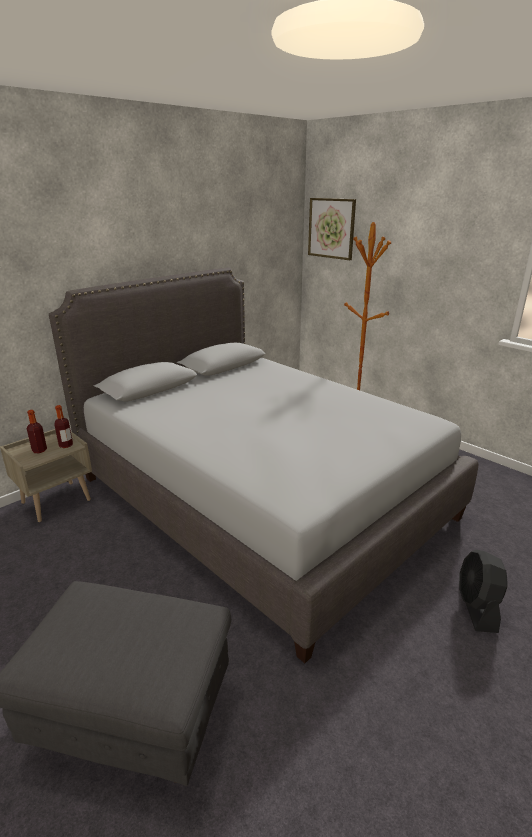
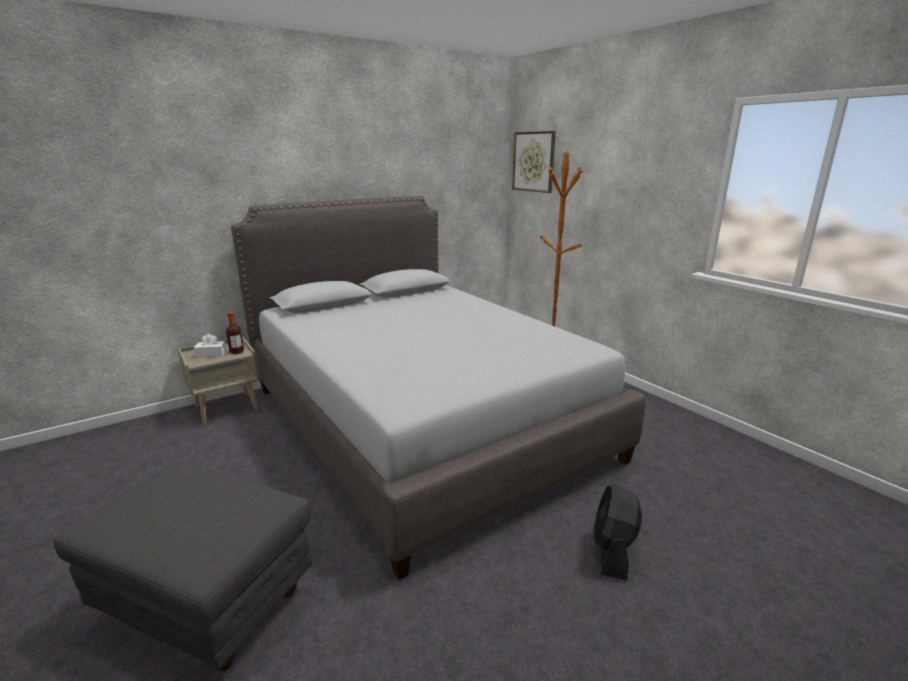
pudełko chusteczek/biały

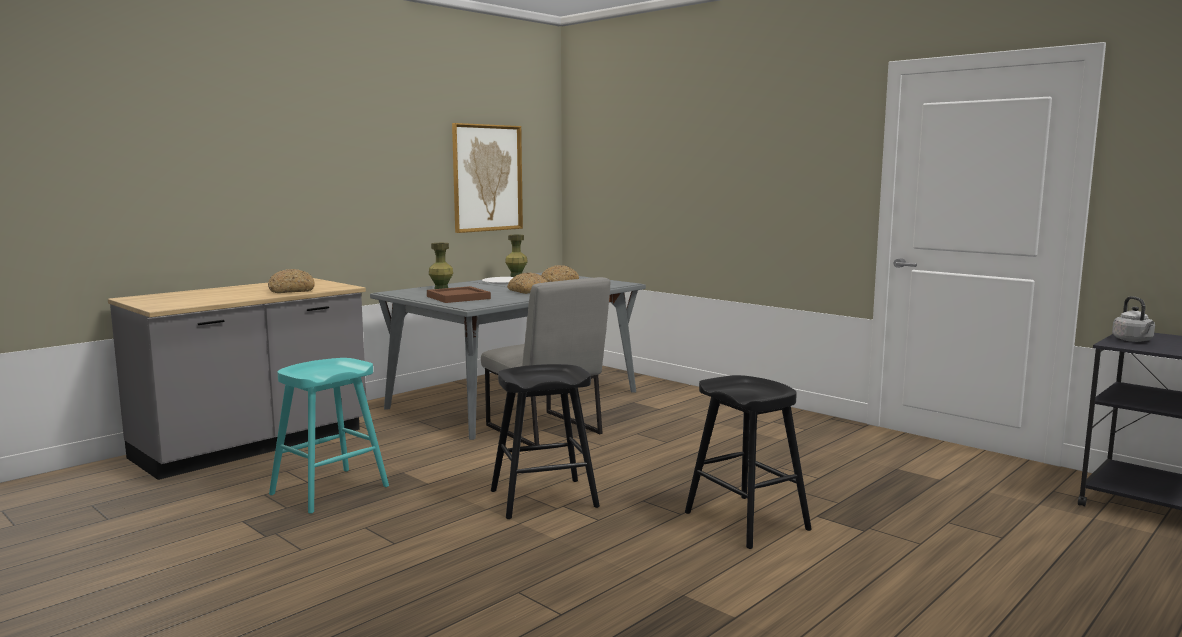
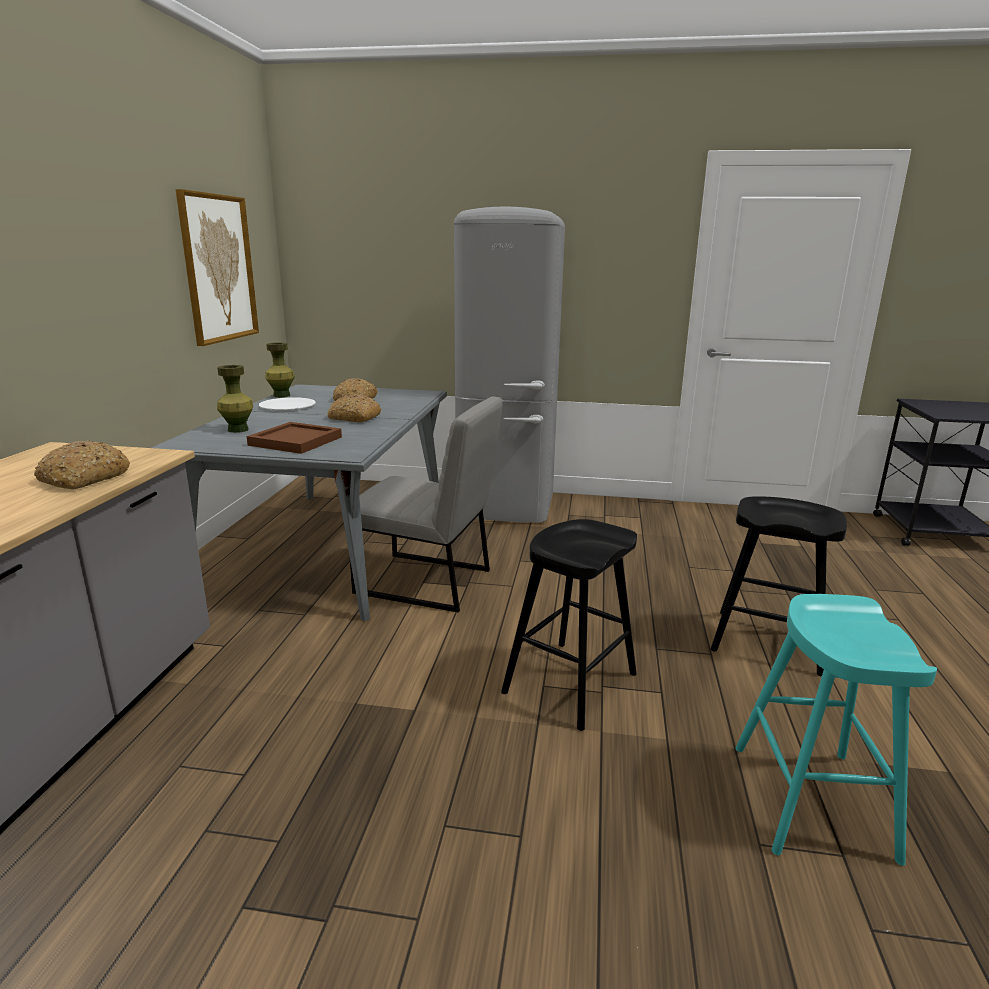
czajnik/szary
lodówka/szary
stołek/turkusowy

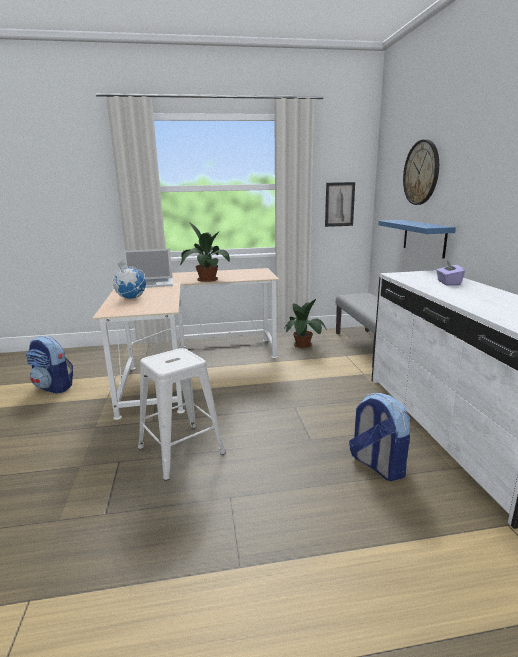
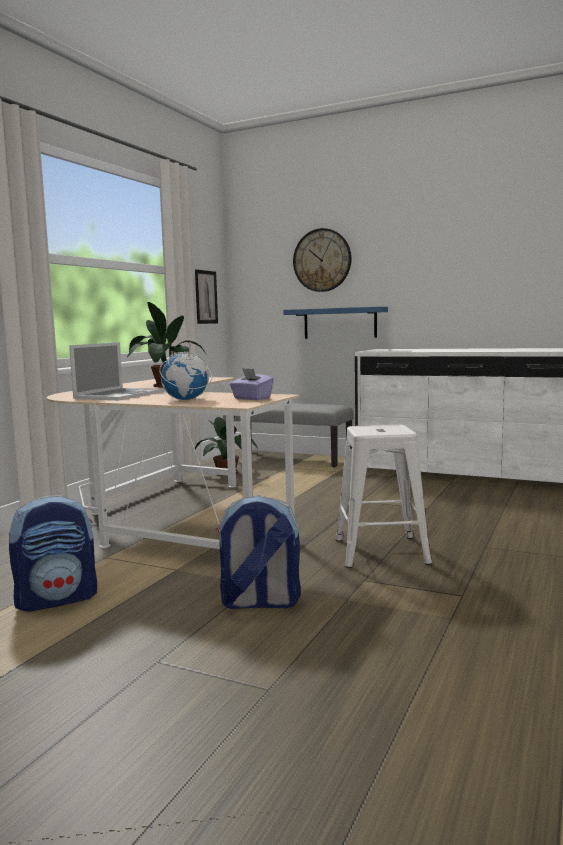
plecak (2nd from left)
pudełko chusteczek/fioletowy

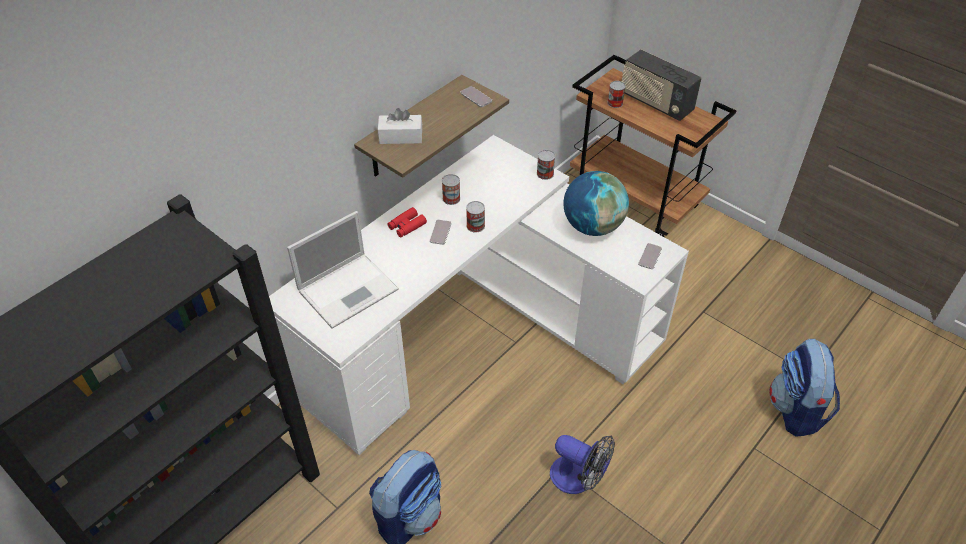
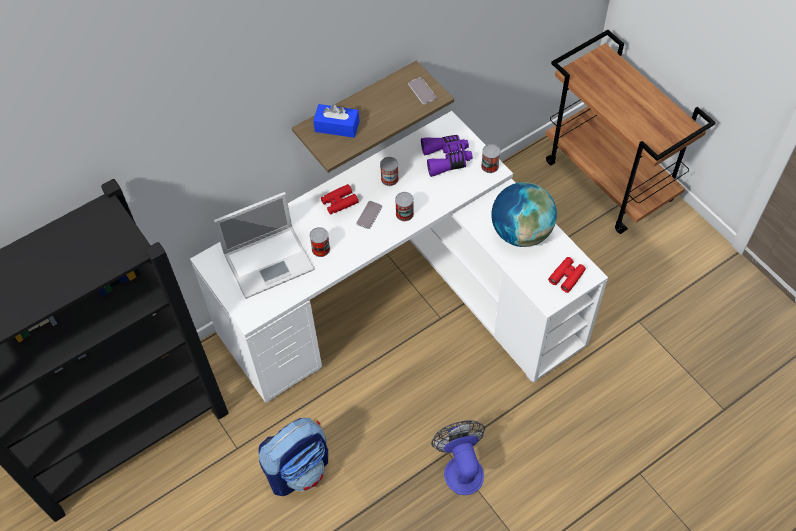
radio
plecak (2nd from left in the first image)
lornetka/fioletowy
puszka (1st from left)
lornetka/czerwony (2nd from left)
pudełko chusteczek/niebieski
wentylator

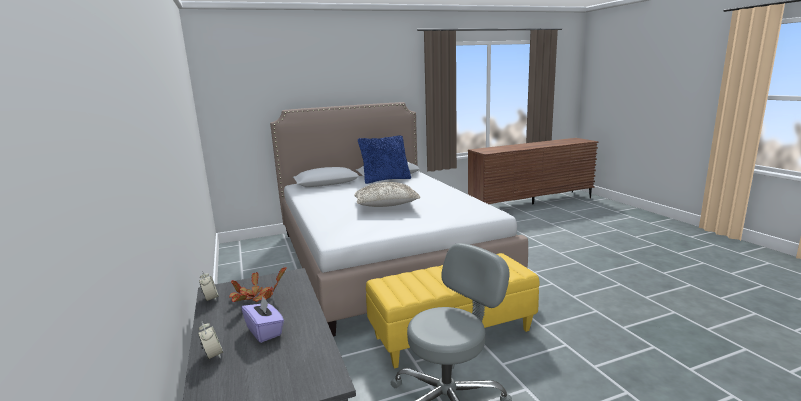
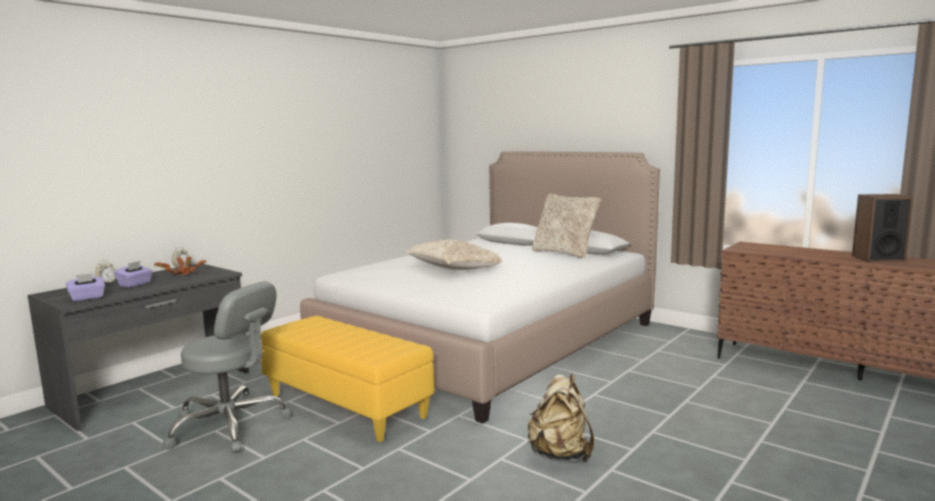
pudełko chusteczek/fioletowy (1st from left)
plecak/beżowy
głośnik
poduszka/beżowy (2nd from left)

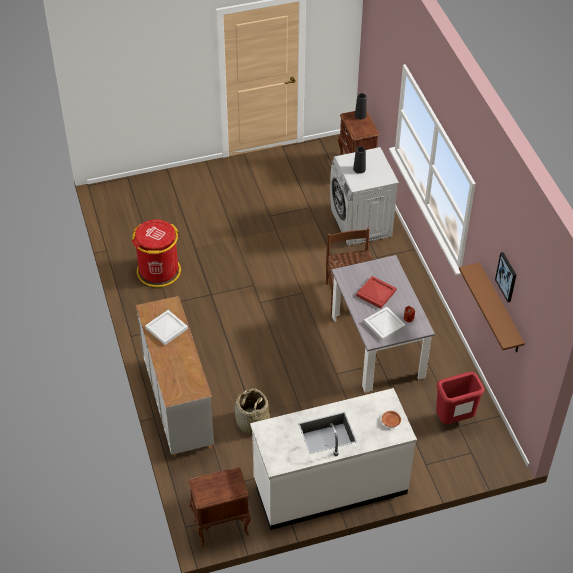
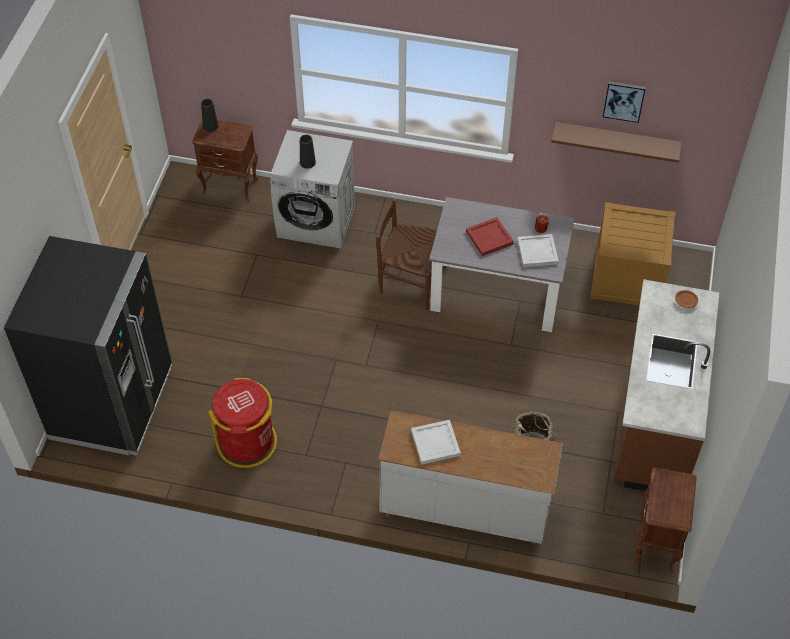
lodówka/czarny
skrzynka
zabudowa kuchenna/brązowy

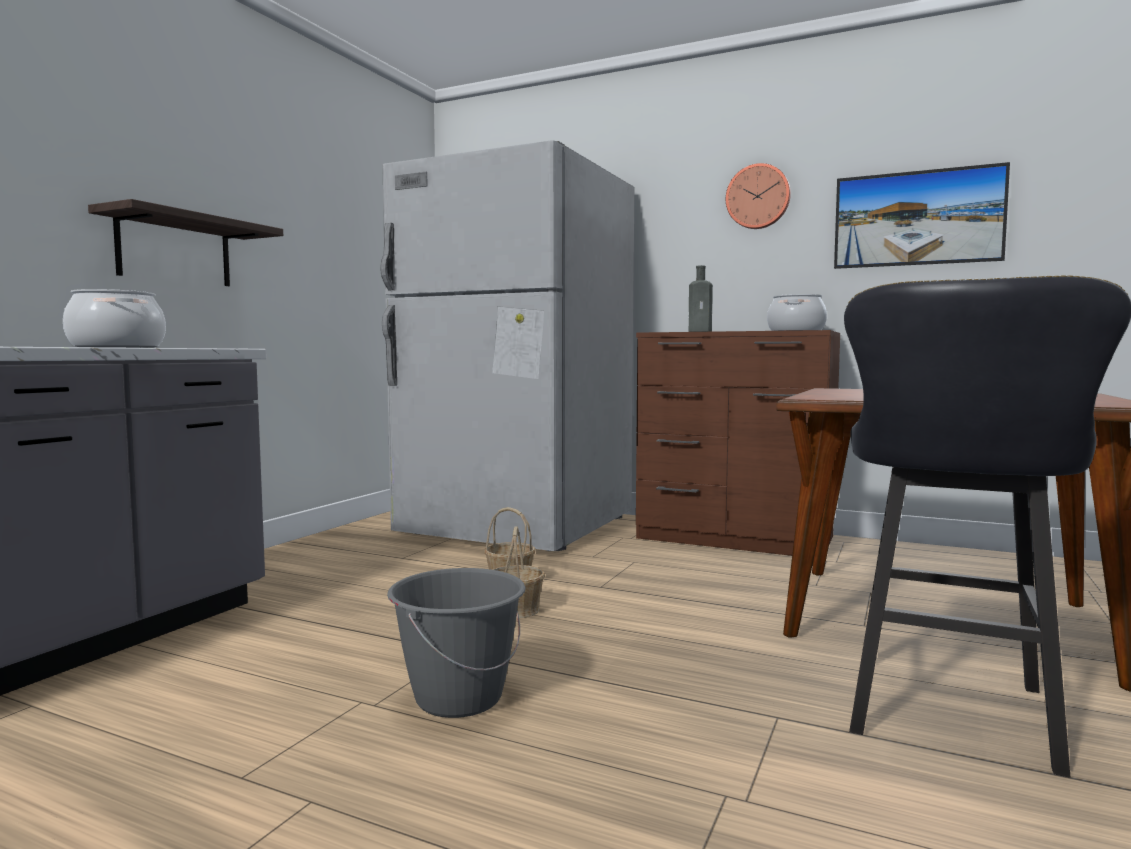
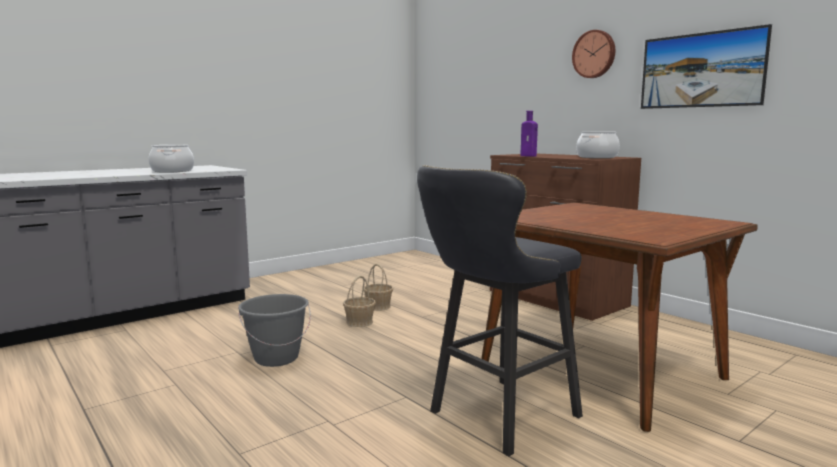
półka
lodówka/biały
butelka/fioletowy

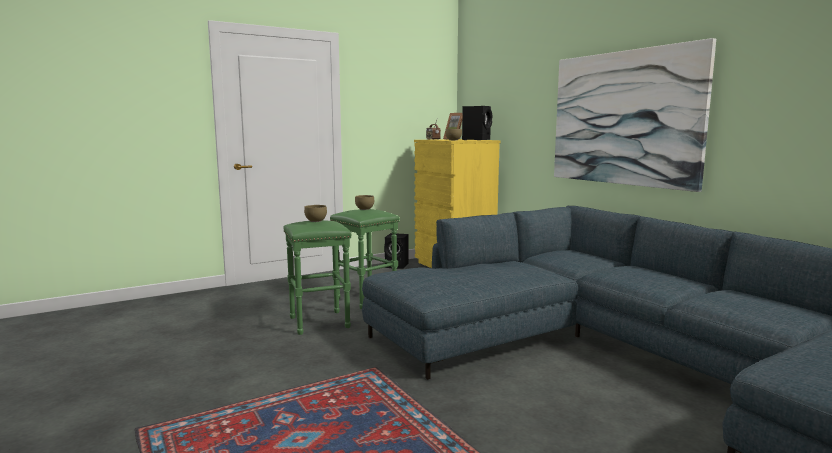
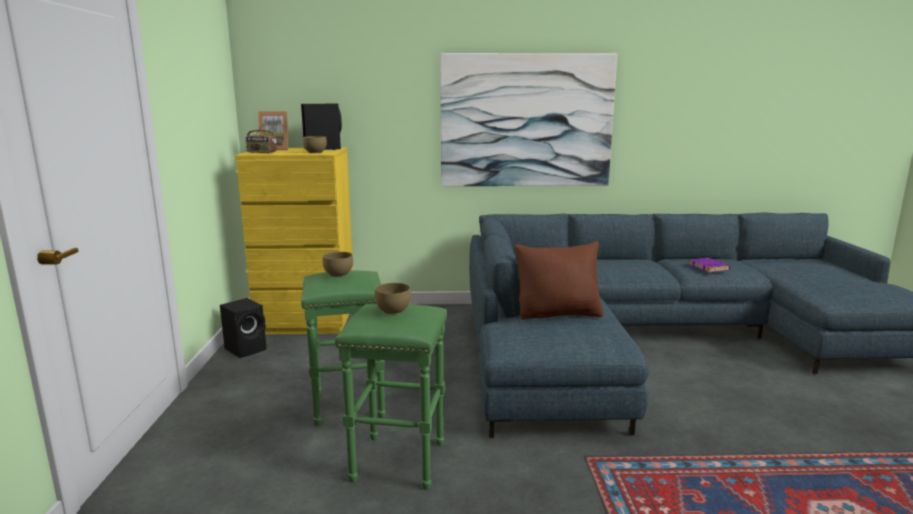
poduszka/brązowy
książka/fioletowy

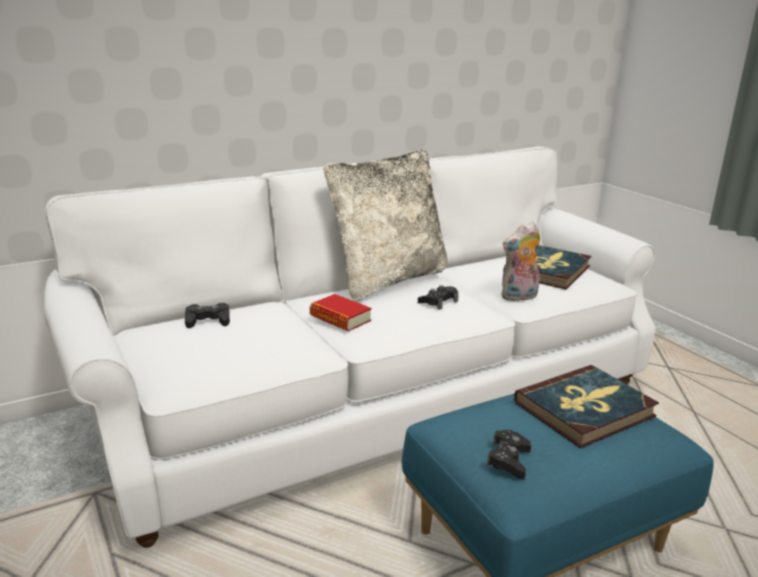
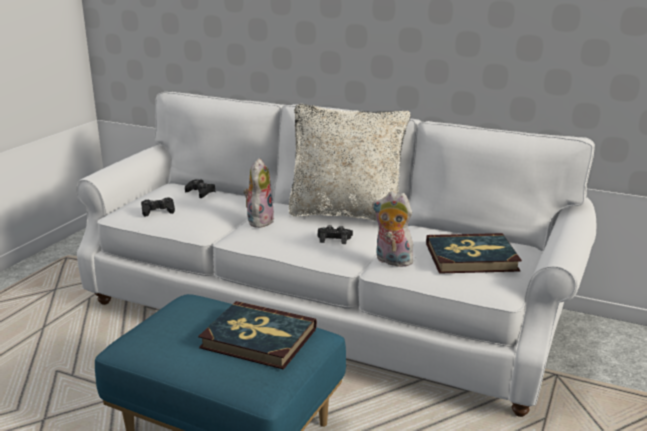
pad do gier/czarny (1st from left)
pluszak (1st from left)

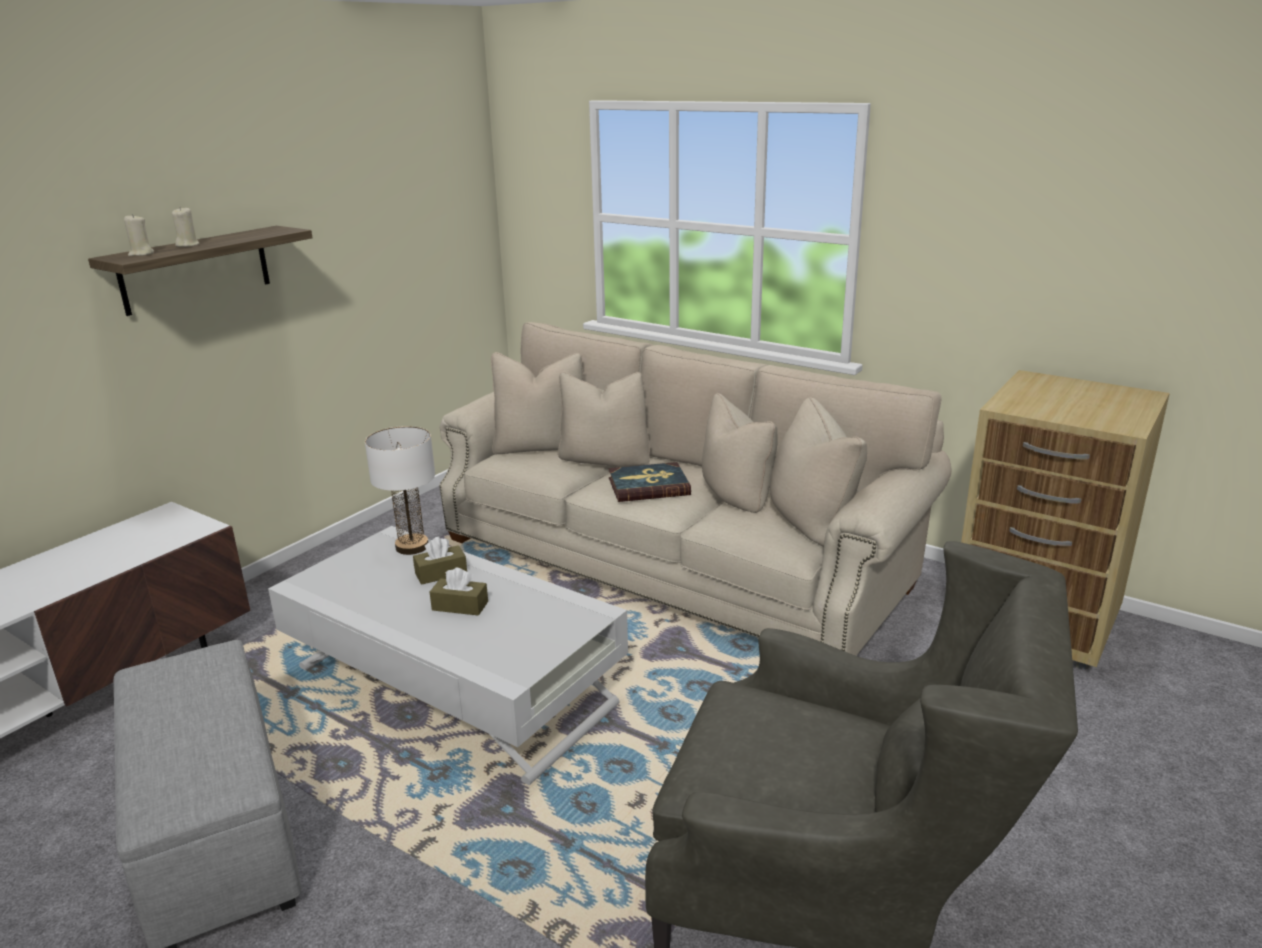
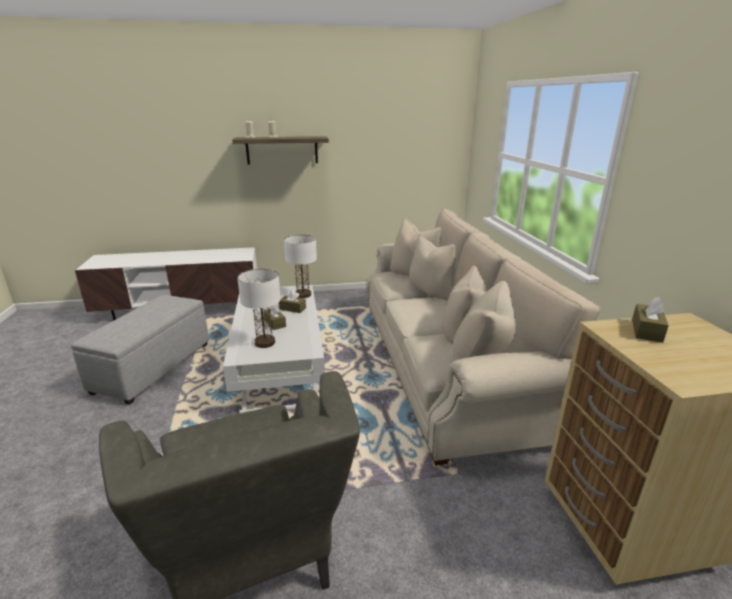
książka
lampa stołowa (1st from left)
pudełko chusteczek/brązowy (3rd from left)

